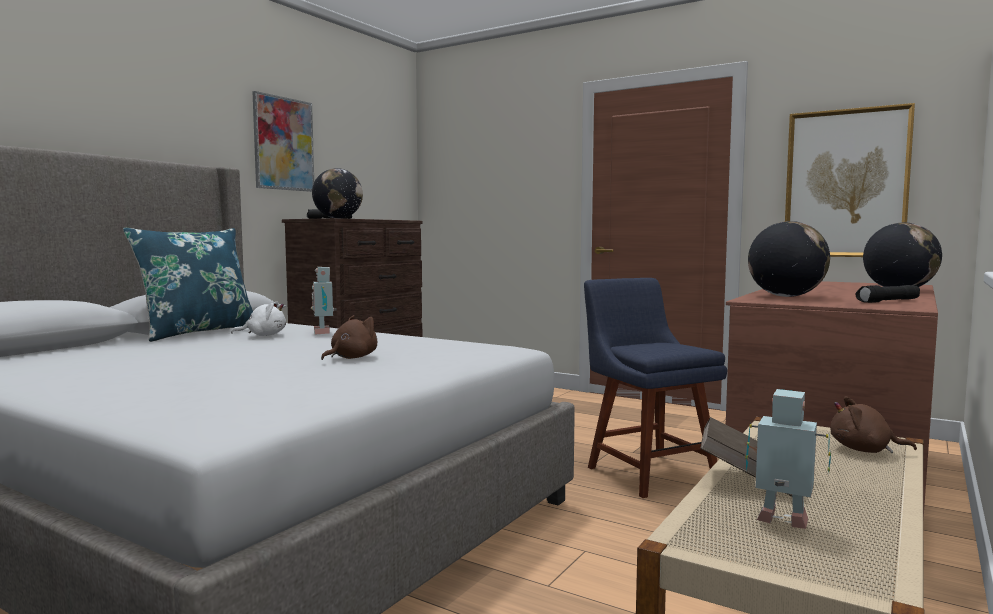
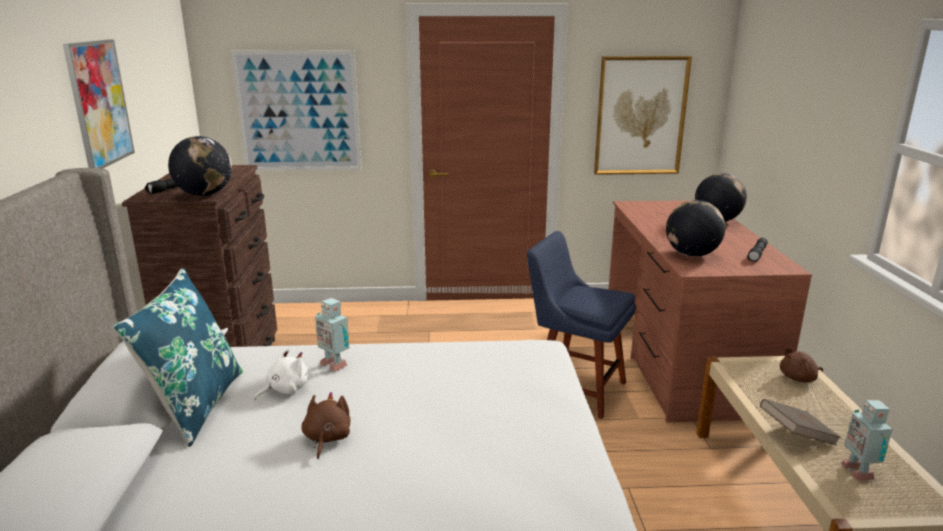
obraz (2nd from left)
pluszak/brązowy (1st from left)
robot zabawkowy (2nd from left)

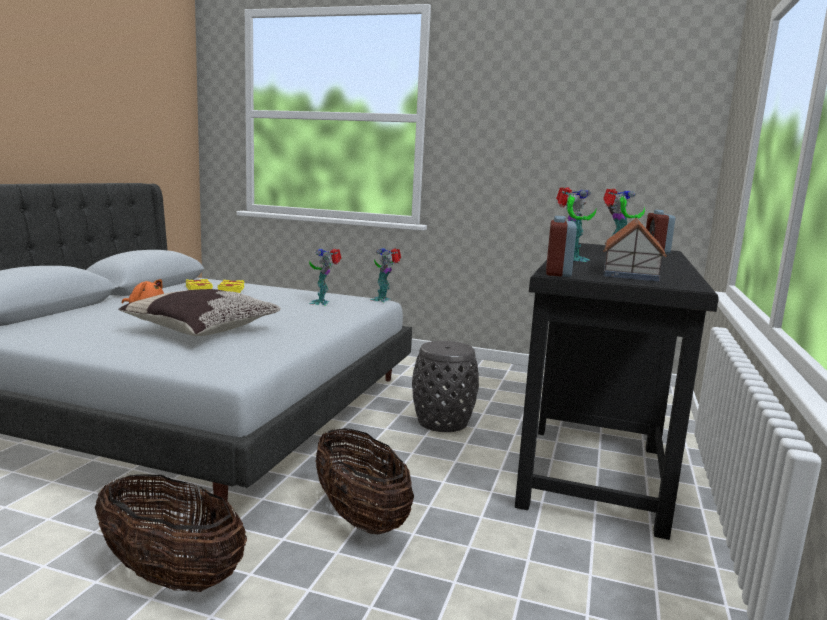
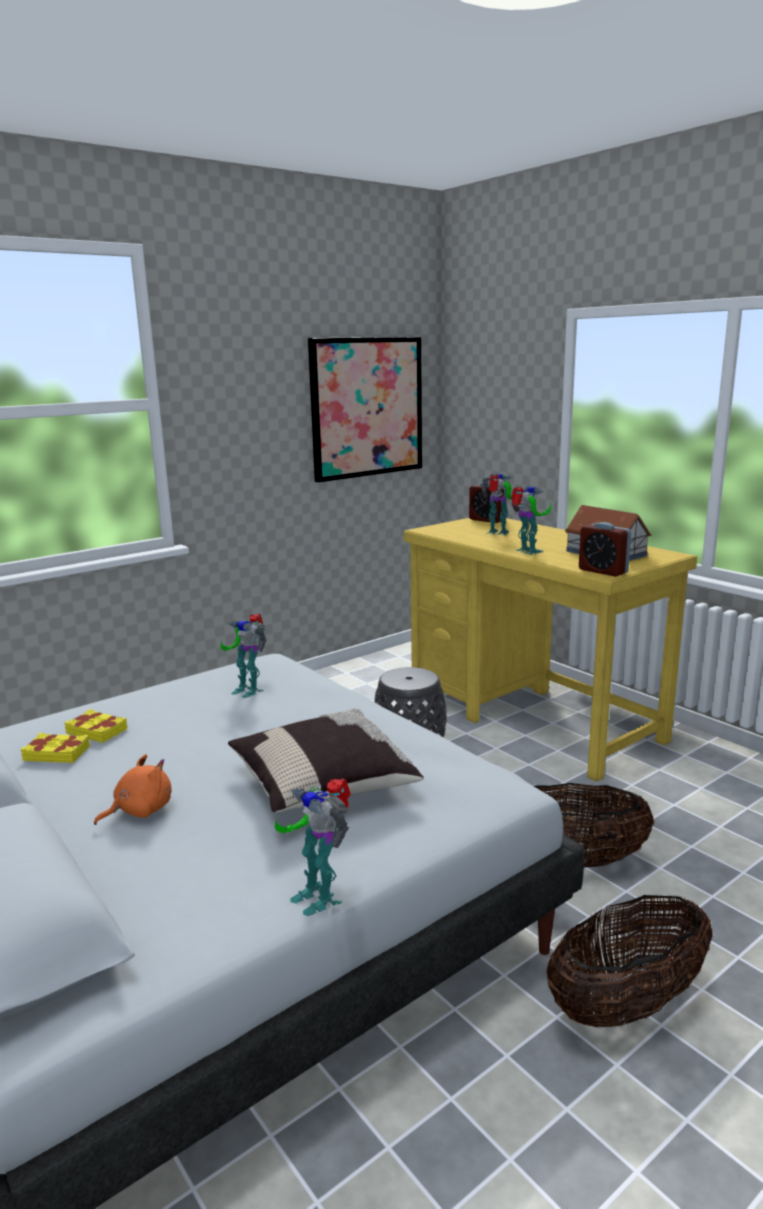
obraz
robot zabawkowy (2nd from left)
biurko/żółty

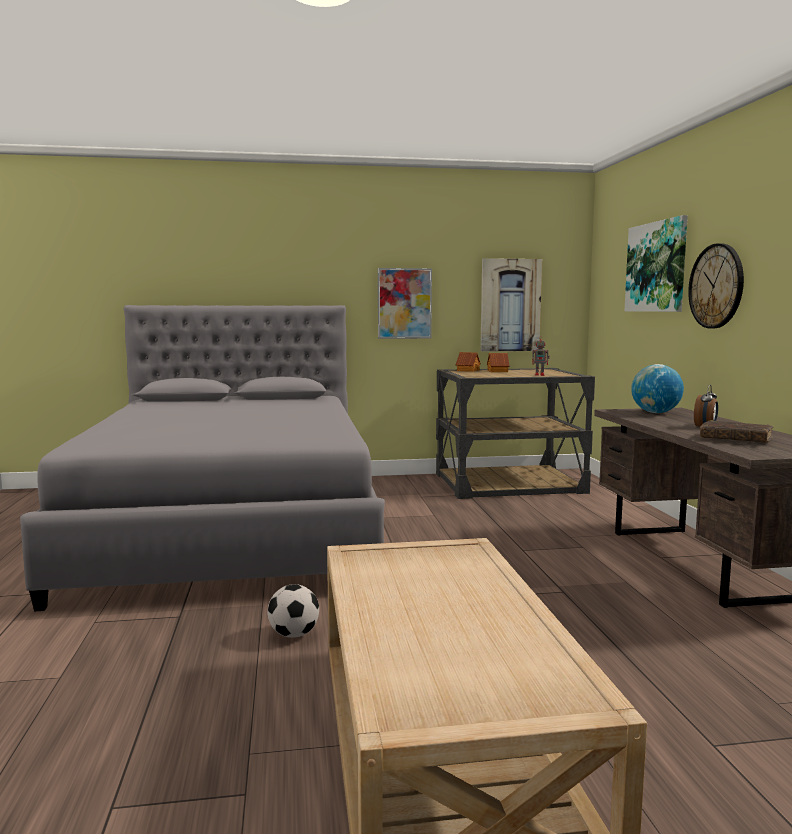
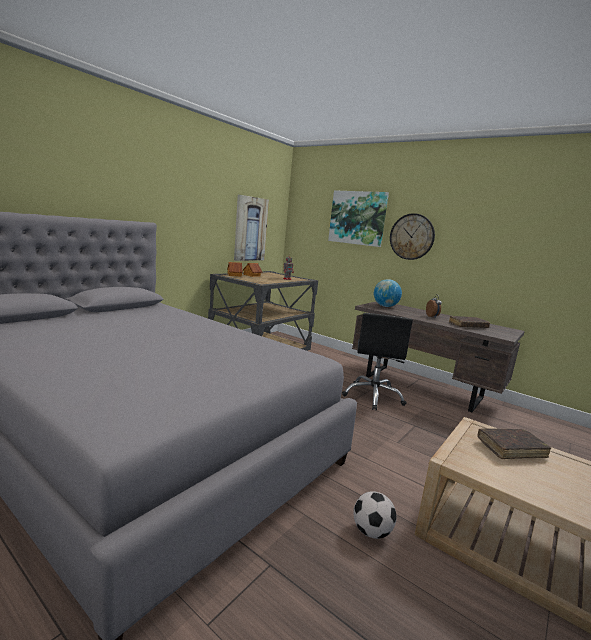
obraz (1st from left in the first image)
krzesło biurowe/czarny
książka/brązowy (2nd from left)

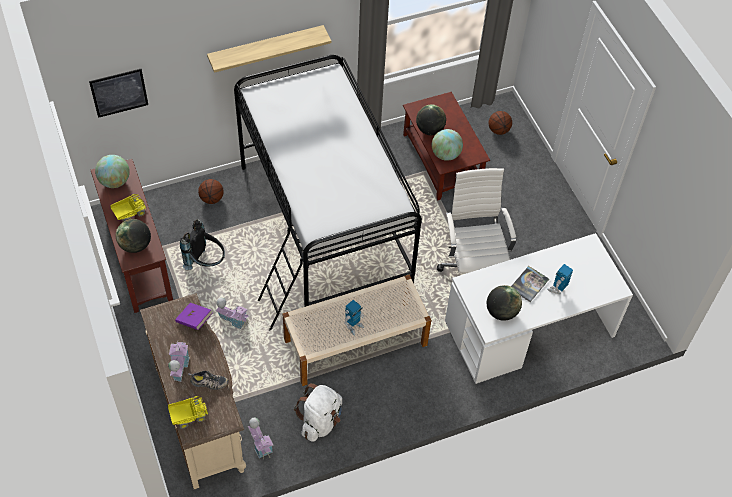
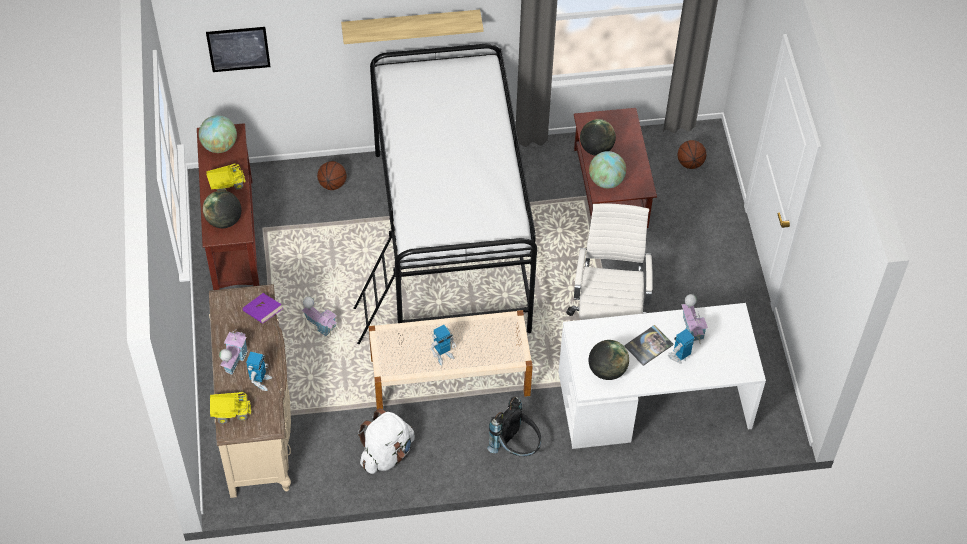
plecak/czarny
domek (3rd from left)
robot zabawkowy (1st from left)

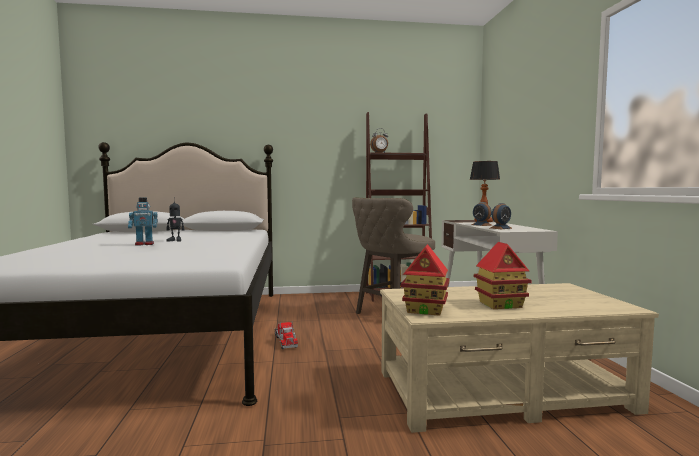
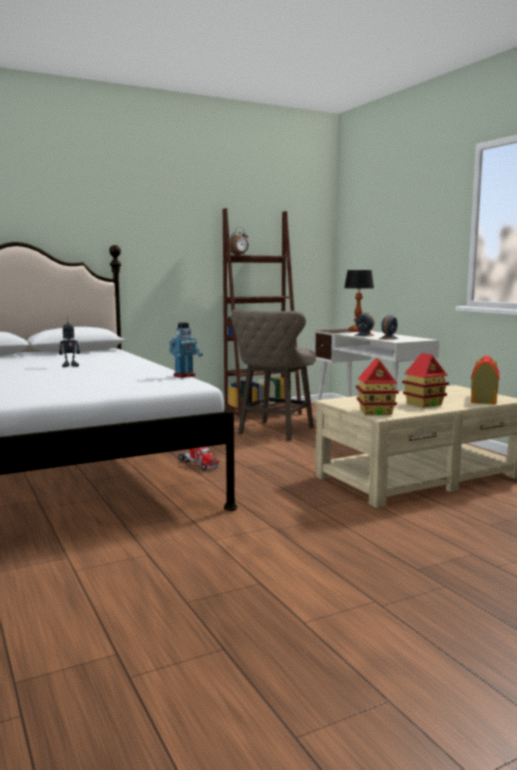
domek (3rd from left)
robot zabawkowy (2nd from left)

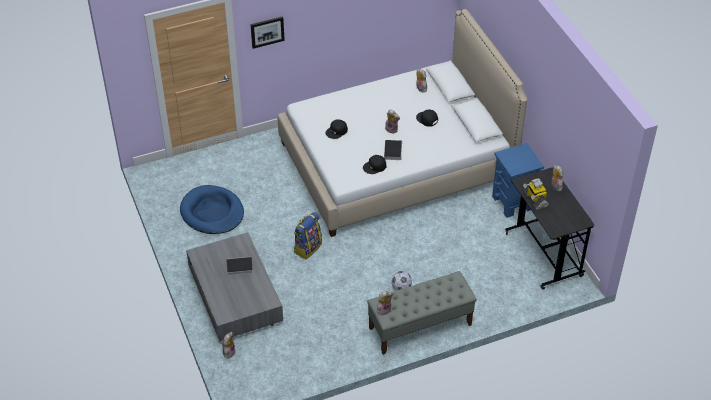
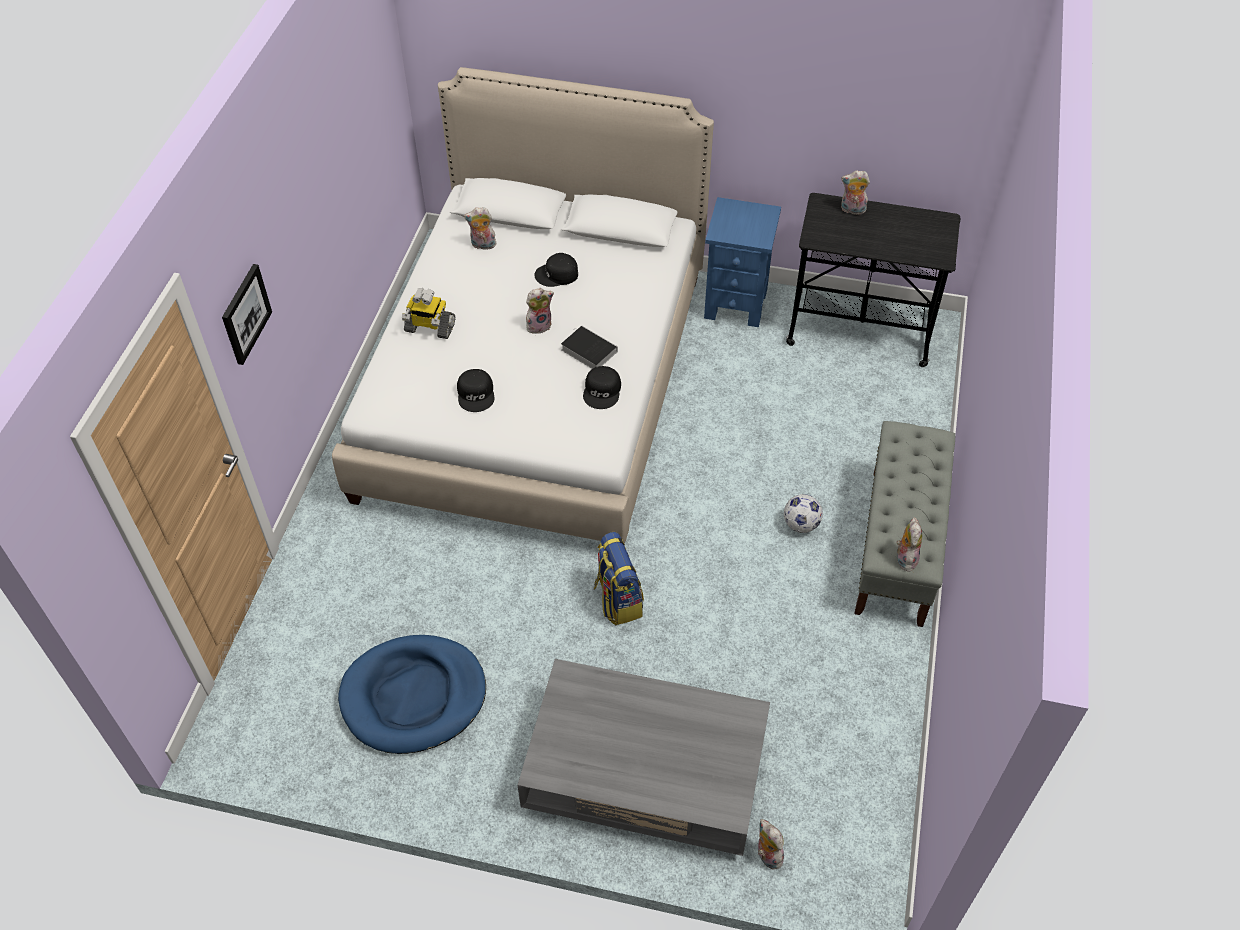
książka (1st from left in the first image)
robot zabawkowy

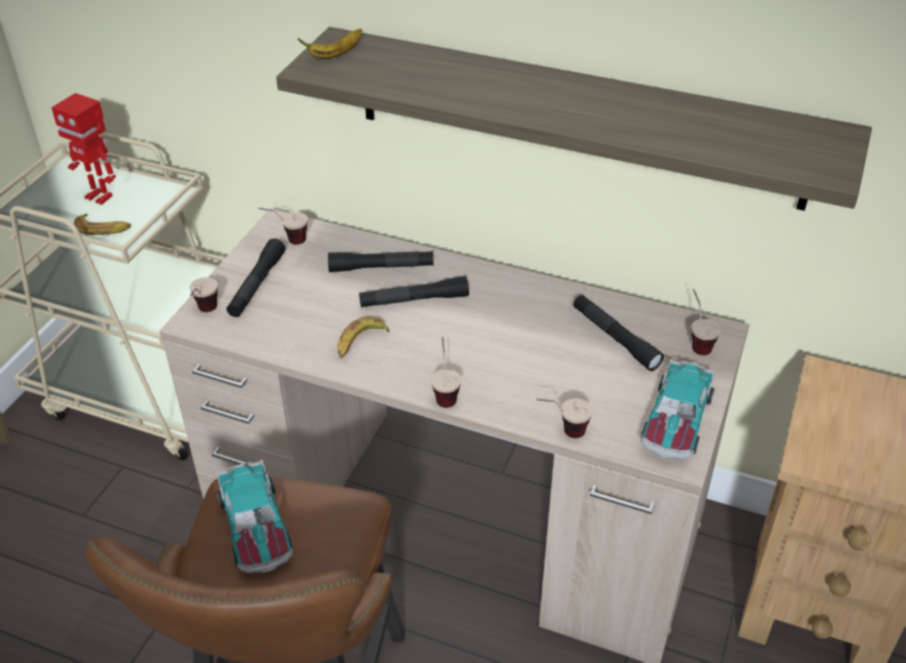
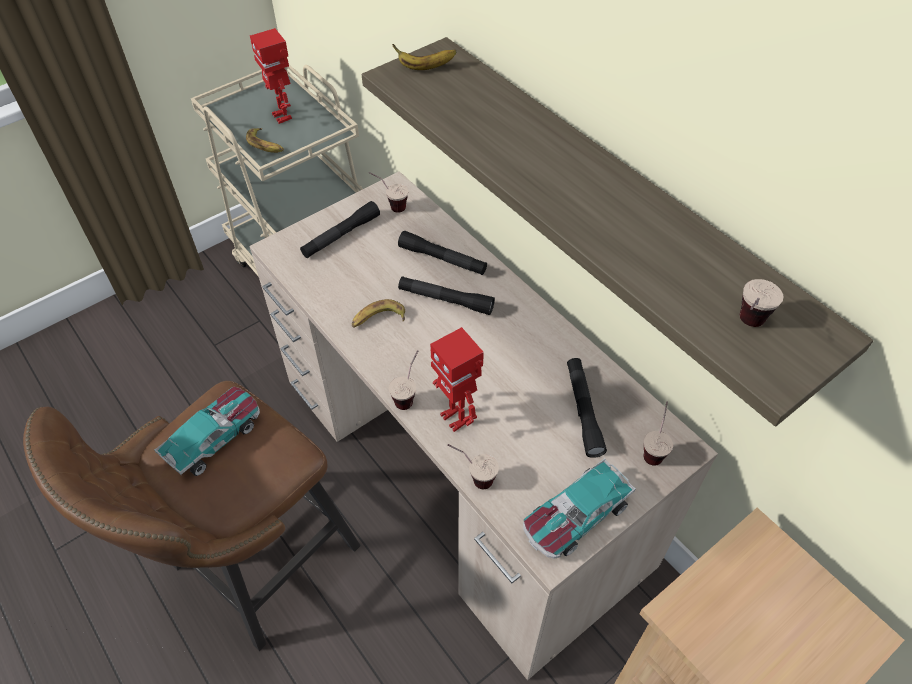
robot zabawkowy (2nd from left)
filiżanka (5th from left)
samochodzik (1st from left)

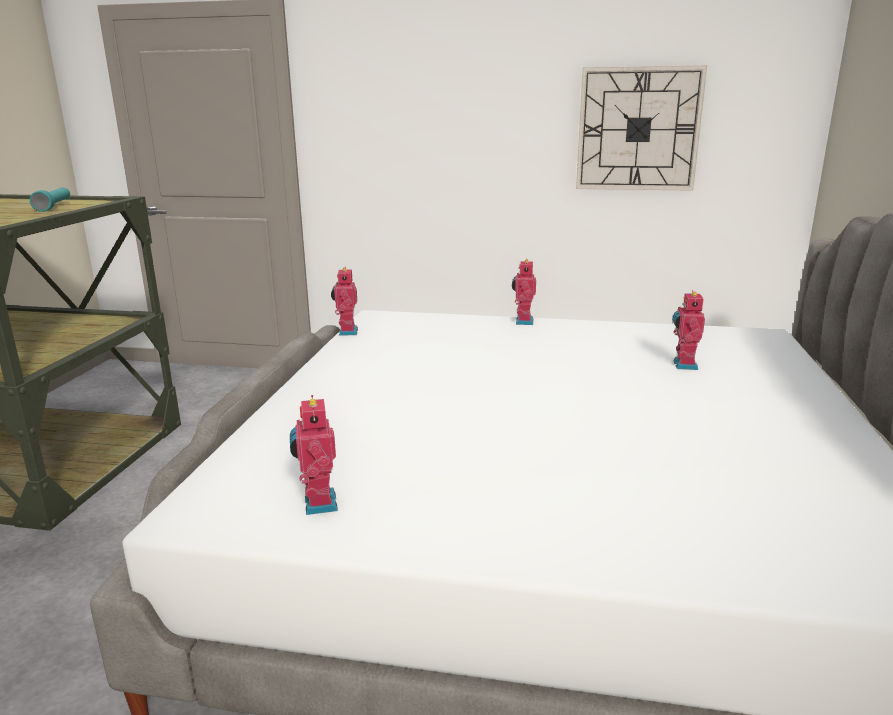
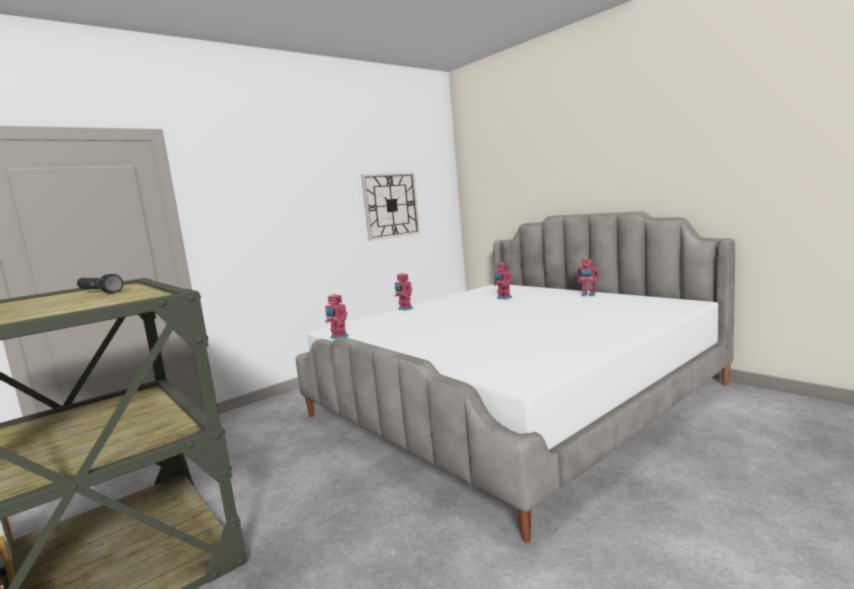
robot zabawkowy (4th from left)
latarka/czarny

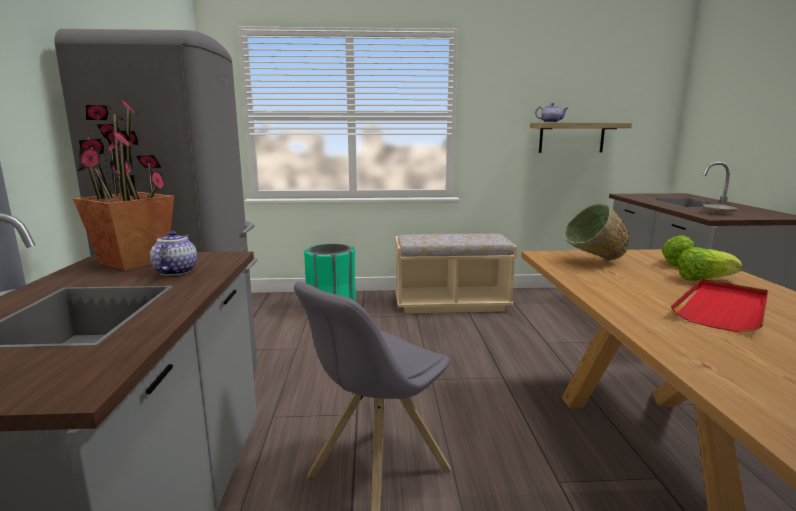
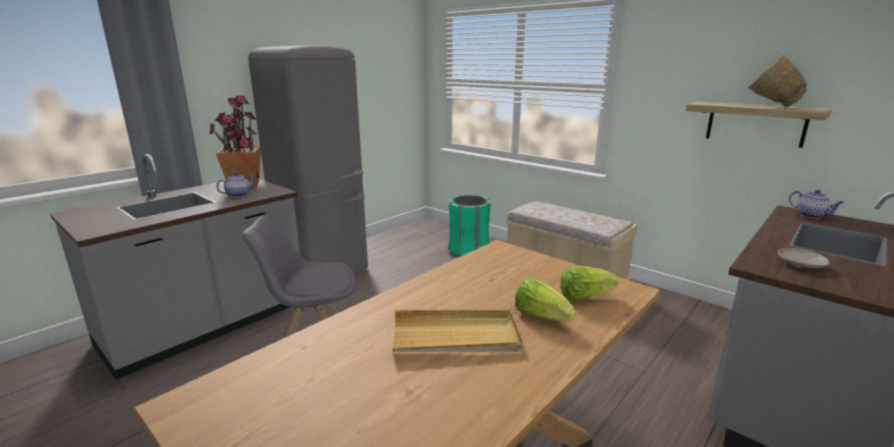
imbryk (2nd from left)
miska/zielony
taca/beżowy

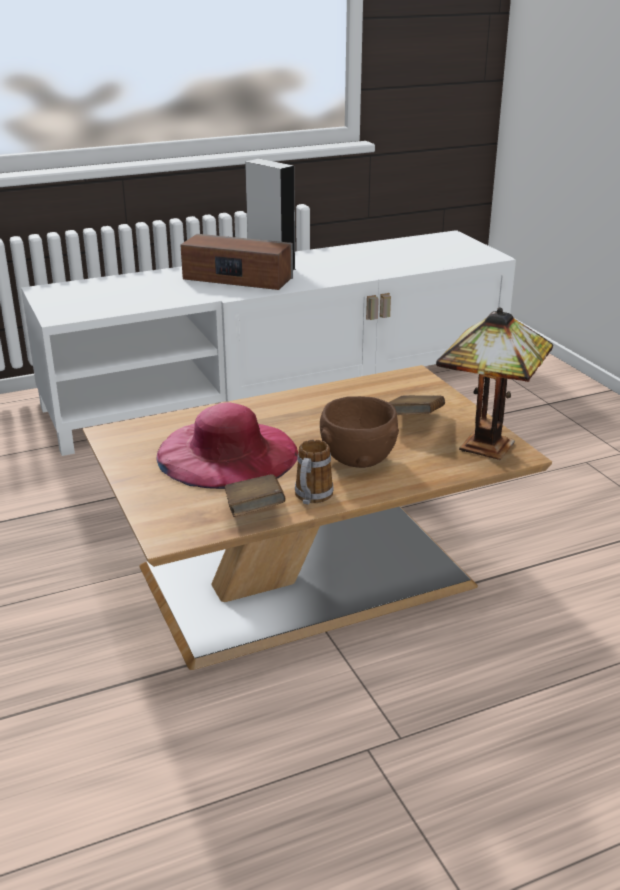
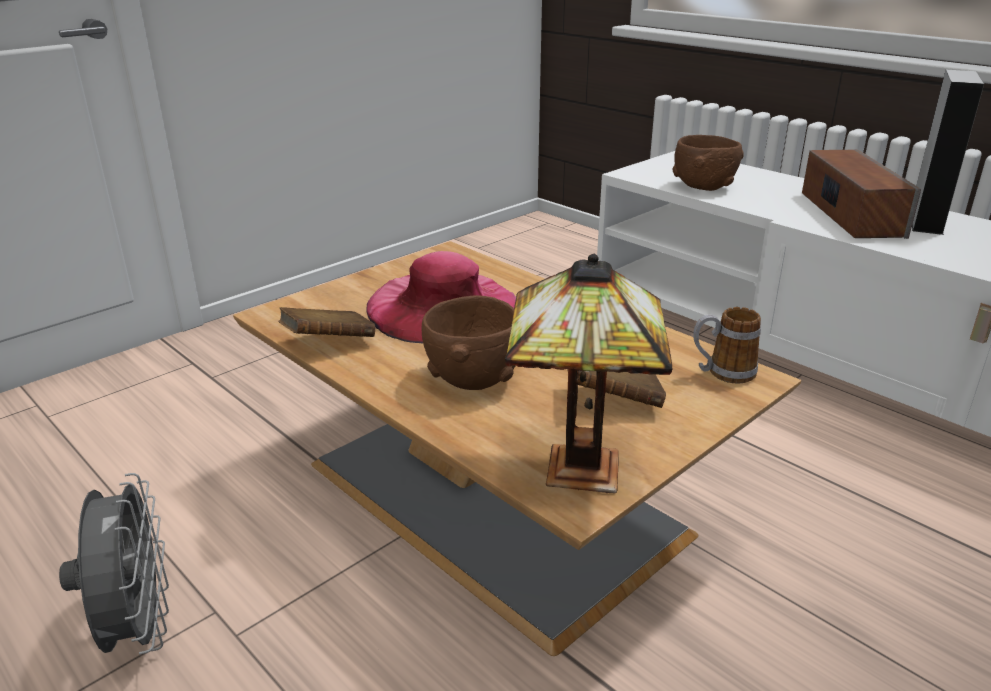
wentylator/szary
miska/brązowy (2nd from left)
kubek

